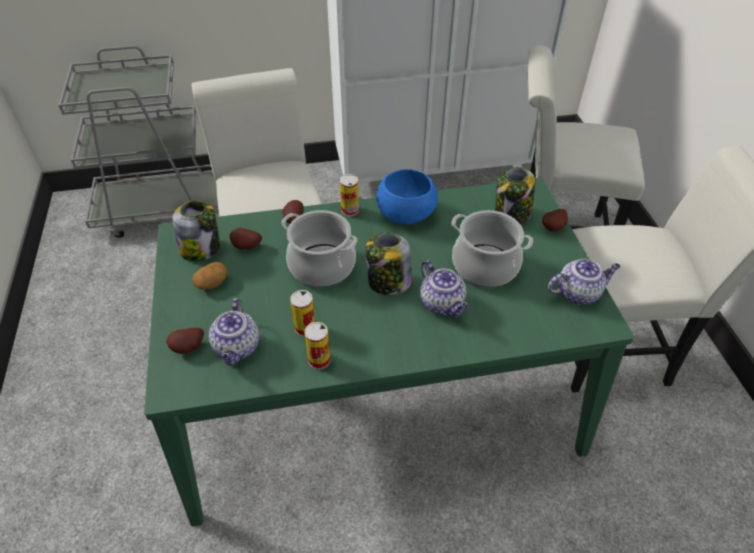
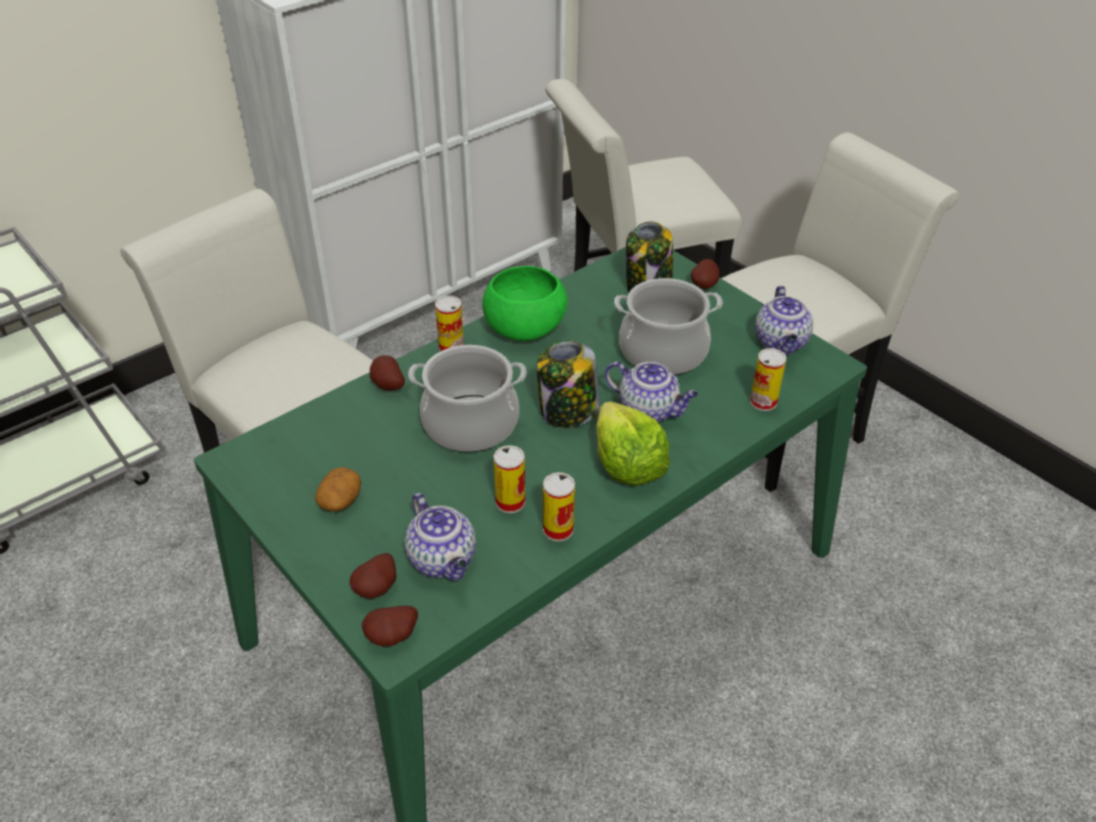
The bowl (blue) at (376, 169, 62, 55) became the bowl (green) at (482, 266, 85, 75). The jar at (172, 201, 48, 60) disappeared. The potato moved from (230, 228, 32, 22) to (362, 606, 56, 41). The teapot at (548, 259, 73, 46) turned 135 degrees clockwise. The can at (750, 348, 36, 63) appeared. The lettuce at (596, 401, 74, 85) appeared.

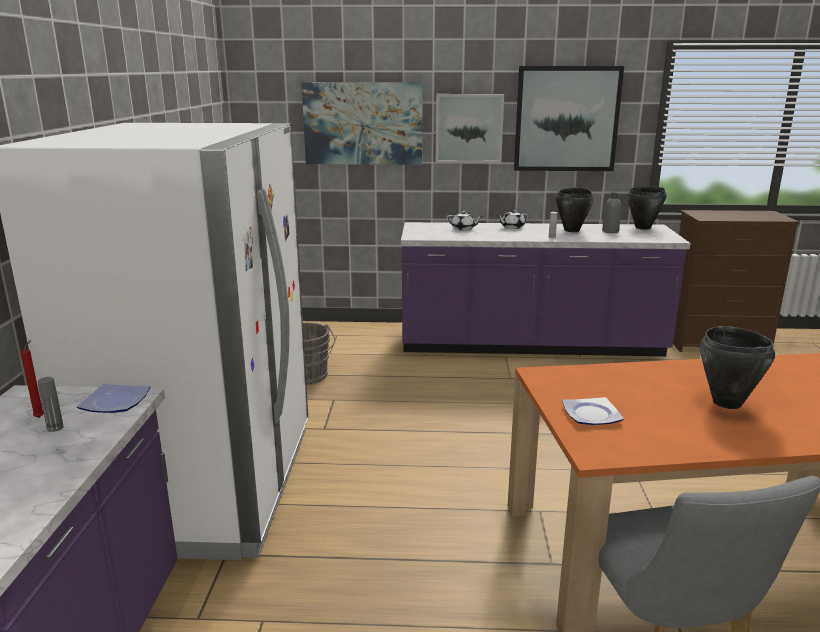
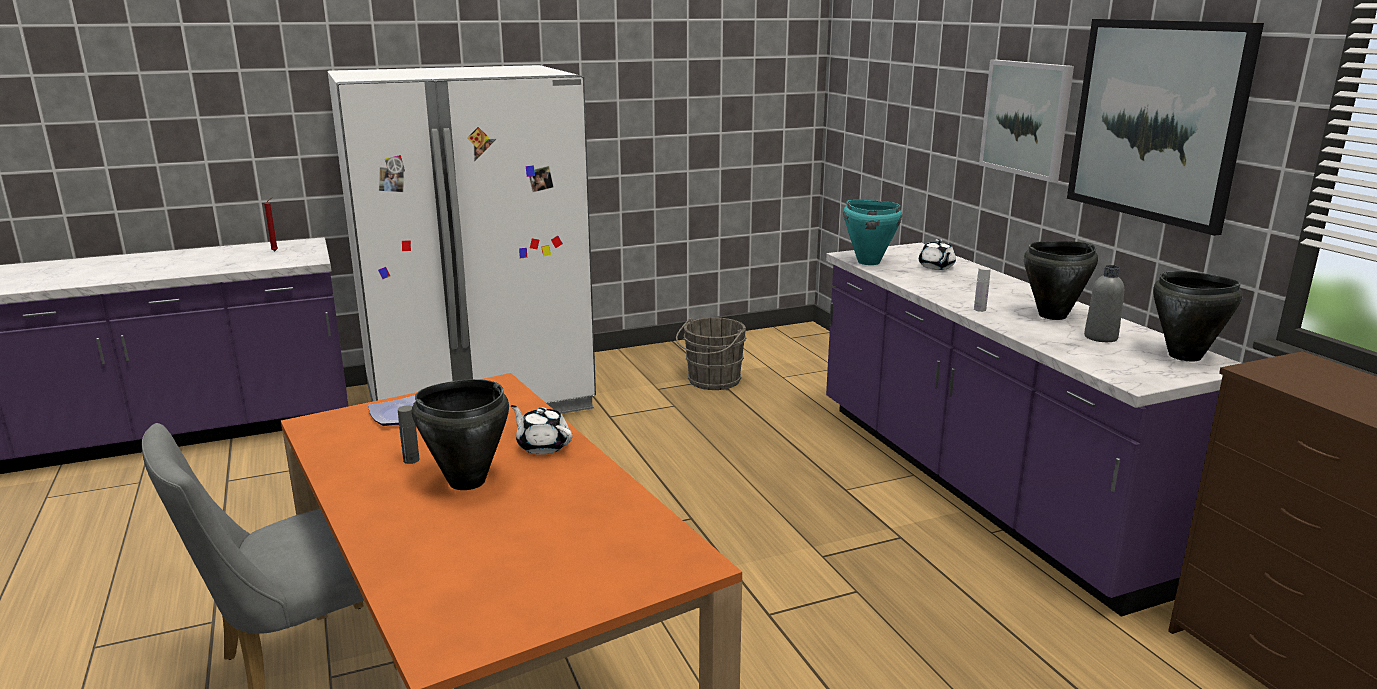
The picture at (302, 82, 121, 83) disappeared. The teapot (white) moved from (497, 209, 31, 20) to (511, 405, 61, 50). The bottle (grey) moved from (37, 377, 27, 55) to (398, 406, 21, 58). The plate at (77, 384, 74, 29) disappeared. The cooking pot (turquoise) at (843, 200, 59, 65) appeared.

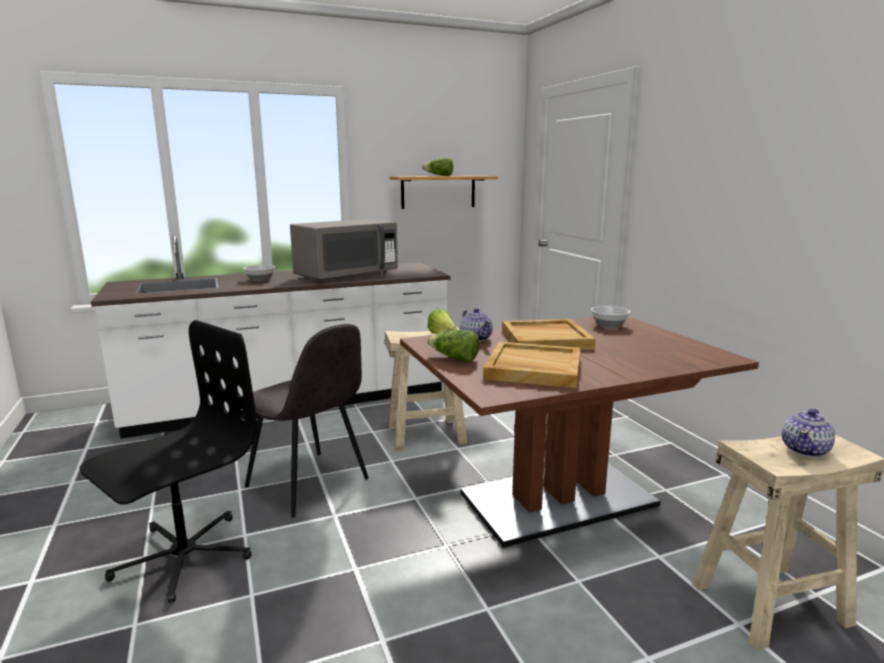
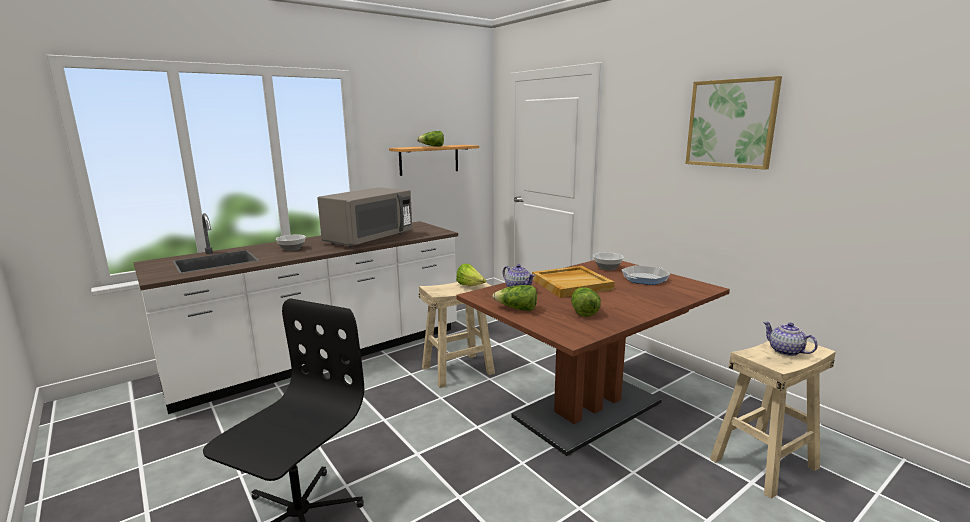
The chair (grey) at (245, 324, 124, 194) disappeared. The tray (beige) at (483, 342, 98, 46) was replaced by the lettuce at (571, 287, 30, 30). The teapot at (782, 409, 53, 48) turned 120 degrees clockwise. The picture at (686, 76, 96, 94) appeared. The frying pan at (622, 265, 48, 20) appeared.

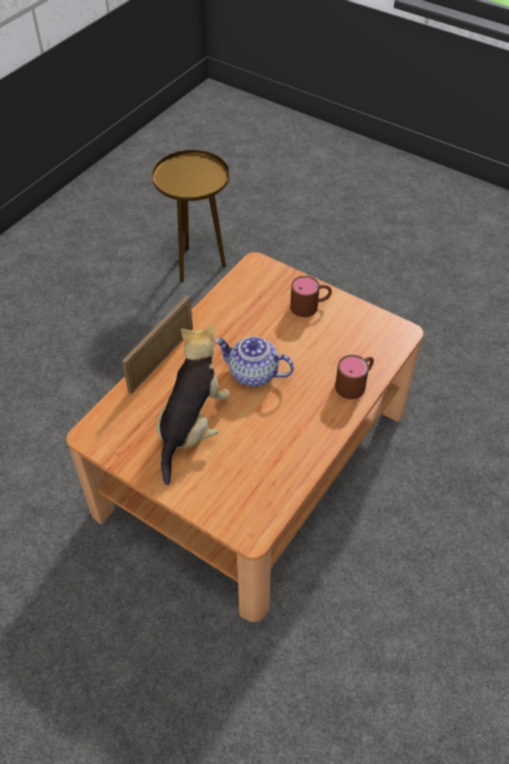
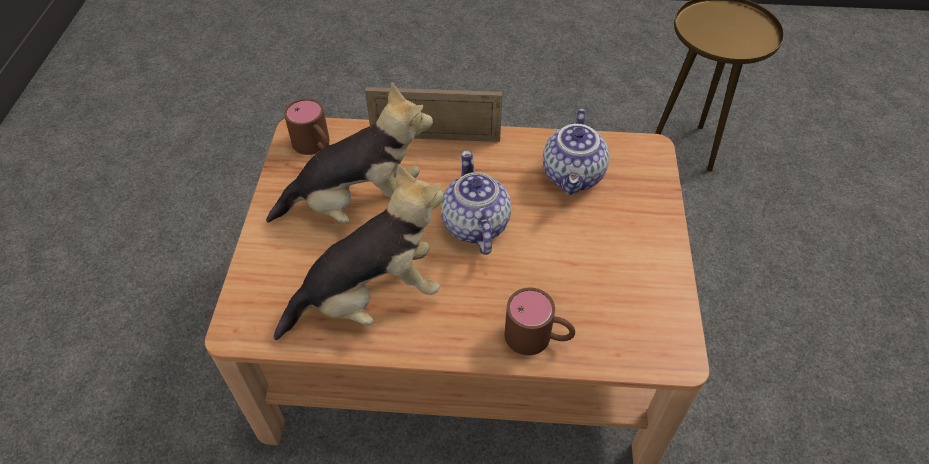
The mug (brown) moved from (290, 276, 42, 41) to (284, 98, 45, 57). The teapot at (543, 109, 66, 86) appeared. The plush toy at (274, 164, 170, 176) appeared.

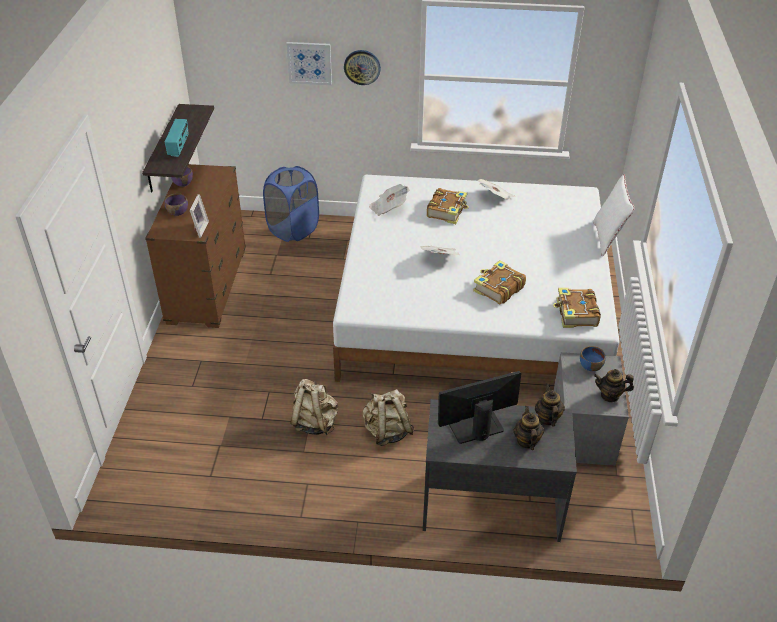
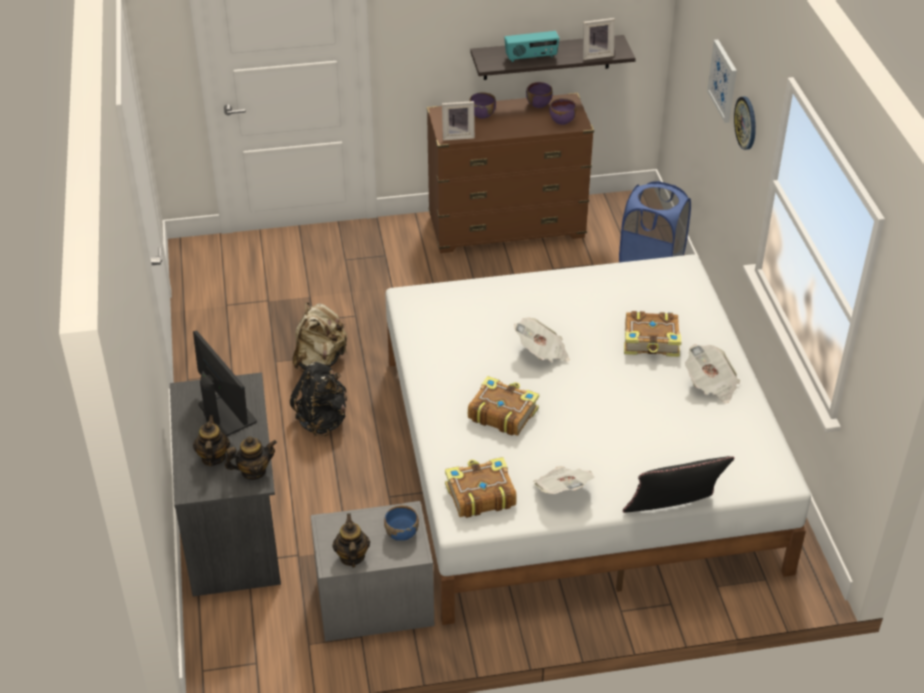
The pillow (white) at (593, 174, 42, 82) became the pillow (black) at (623, 456, 111, 57). The newspaper moved from (369, 184, 40, 32) to (533, 466, 62, 28). The backpack (beige) at (362, 389, 53, 57) became the backpack (black) at (290, 362, 57, 74). The teapot at (513, 406, 31, 44) turned 75 degrees counterclockwise. The picture frame at (583, 18, 32, 42) appeared. The bowl (purple) at (549, 98, 28, 27) appeared.

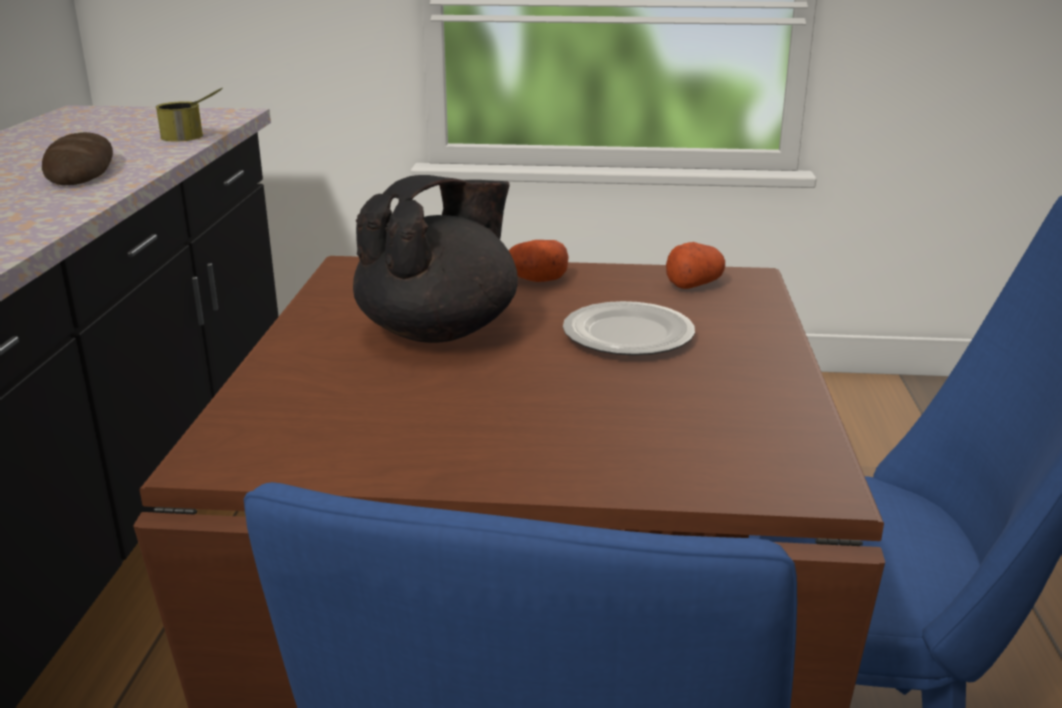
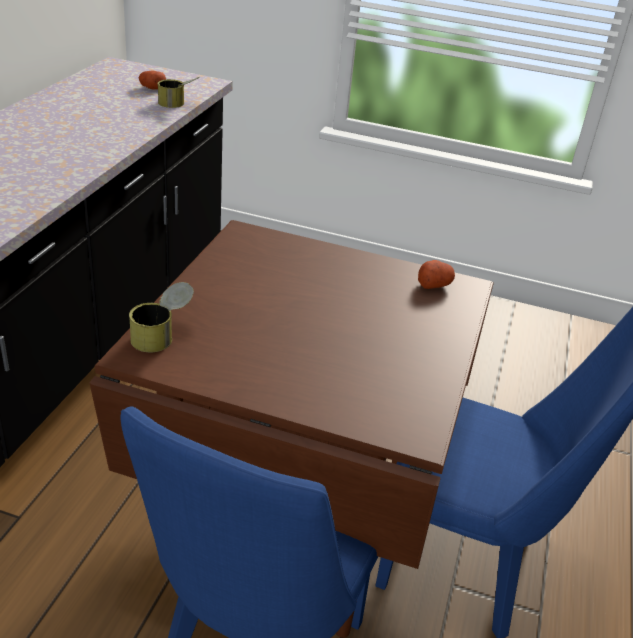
The bread at (42, 132, 71, 53) disappeared. The teapot (black) at (353, 175, 165, 168) disappeared. The potato moved from (509, 240, 60, 42) to (139, 71, 27, 19). The plate at (563, 301, 132, 54) disappeared. The can at (129, 282, 65, 70) appeared.

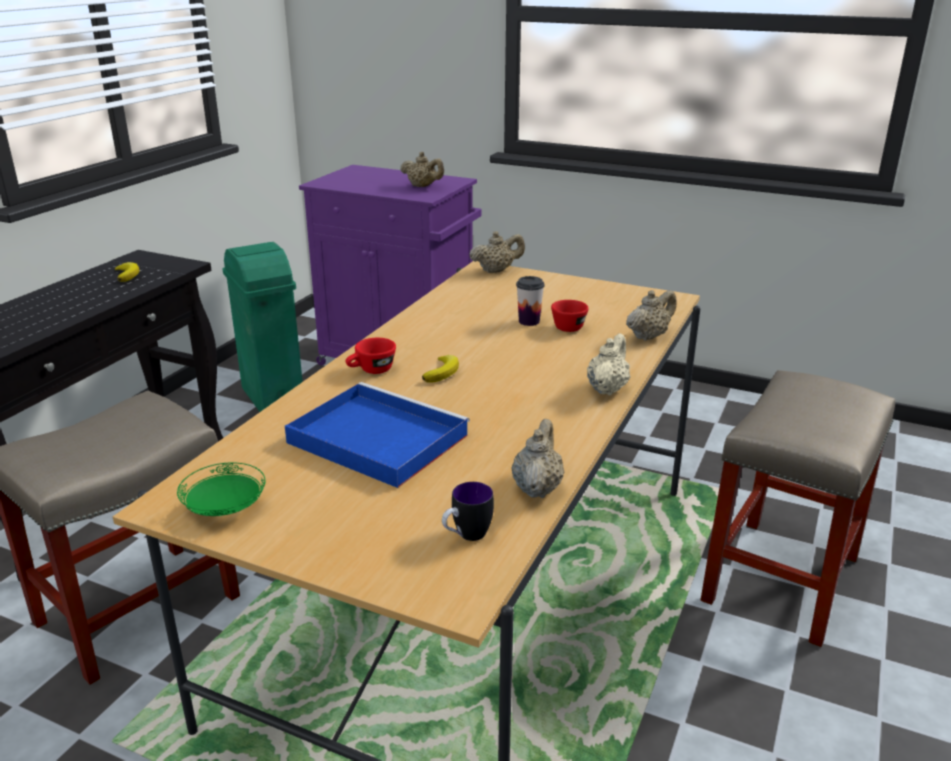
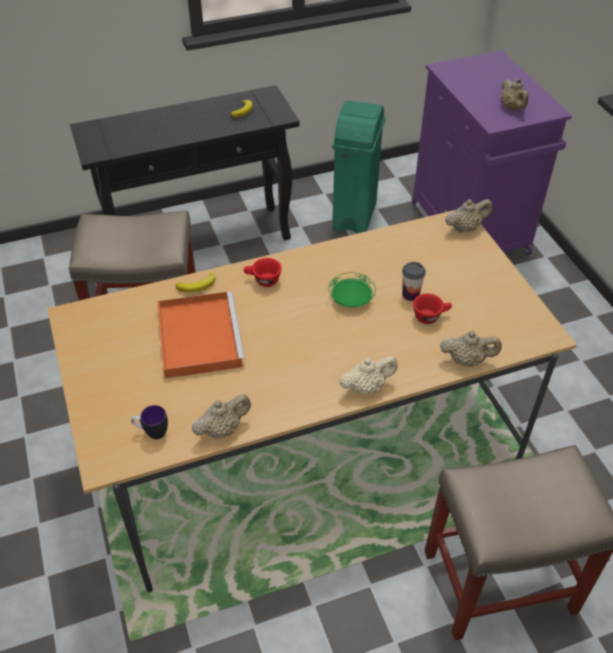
The teapot (beige) at (469, 231, 56, 42) turned 45 degrees counterclockwise. The banana moved from (422, 355, 37, 28) to (176, 273, 40, 20). The tray (blue) at (285, 382, 185, 106) became the tray (orange) at (157, 291, 88, 88). The plate (green) moved from (177, 462, 89, 54) to (329, 272, 47, 35).

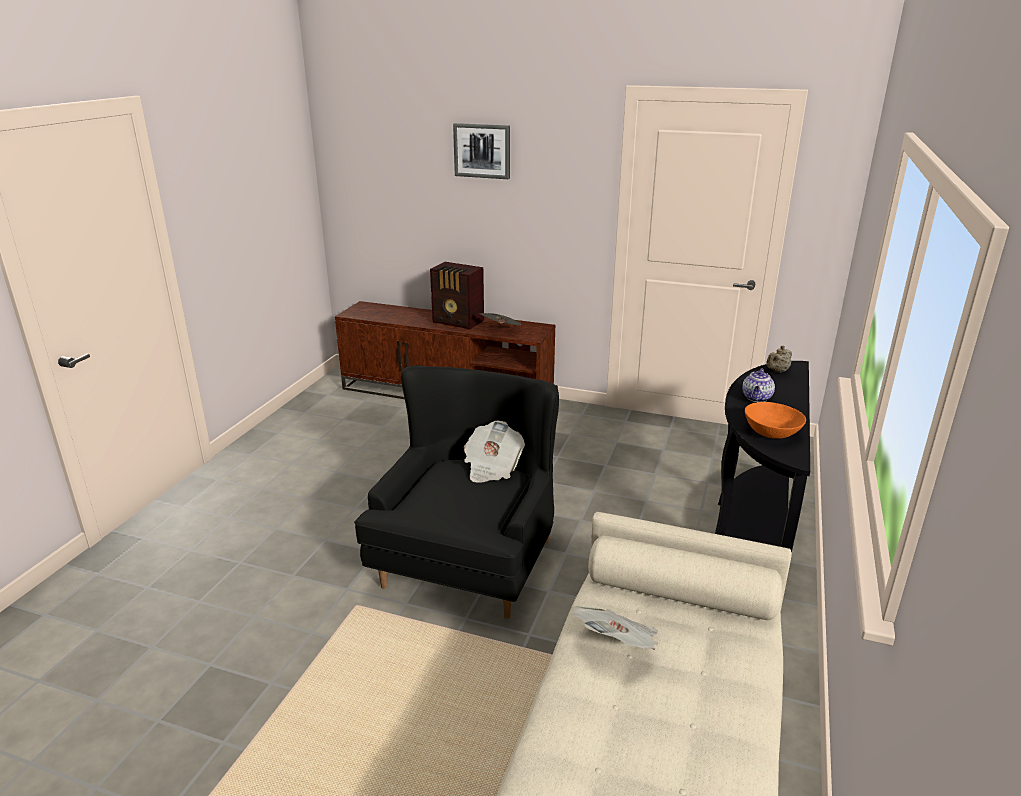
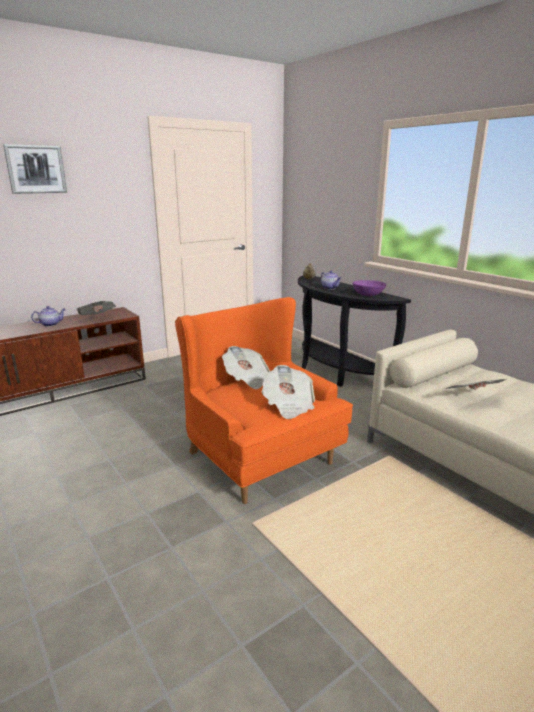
The radio at (430, 262, 54, 68) was replaced by the teapot at (31, 306, 34, 20). The armchair (black) at (354, 365, 205, 254) became the armchair (orange) at (175, 297, 178, 207). The bowl (orange) at (745, 402, 61, 37) became the bowl (purple) at (353, 280, 33, 16). The newspaper at (262, 365, 53, 54) appeared.

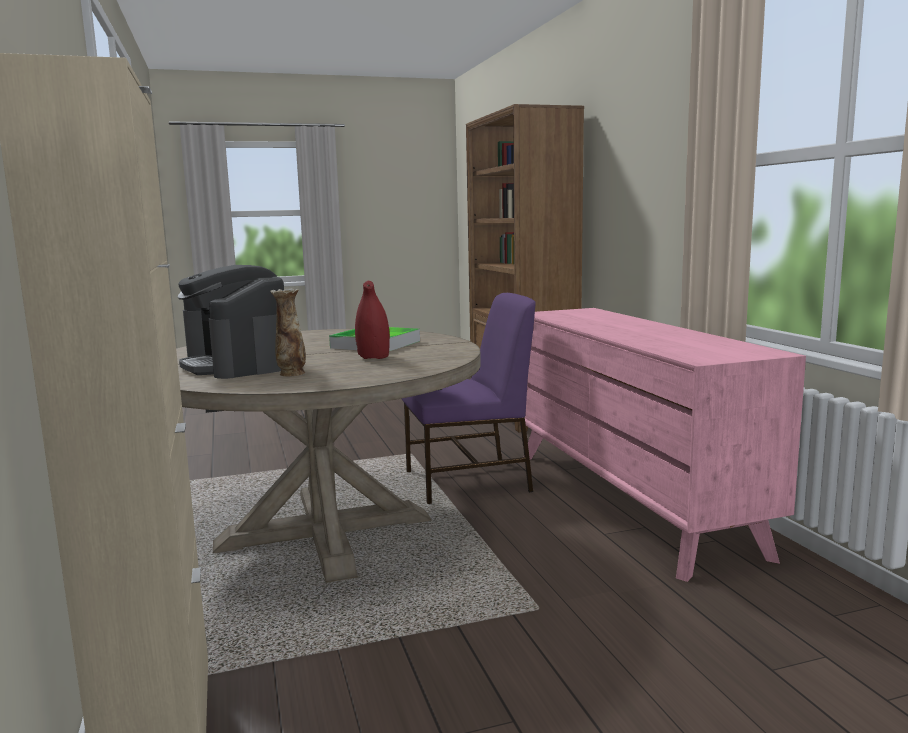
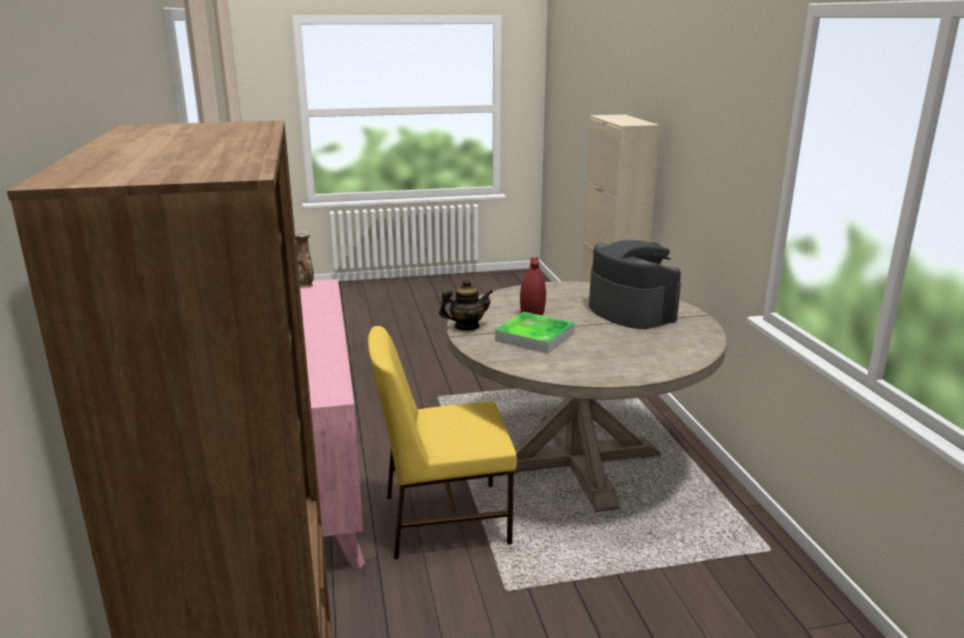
The vase moved from (270, 288, 36, 89) to (295, 232, 19, 56). The chair (purple) at (402, 293, 134, 211) became the chair (yellow) at (368, 326, 149, 233). The teapot at (439, 279, 54, 52) appeared.

